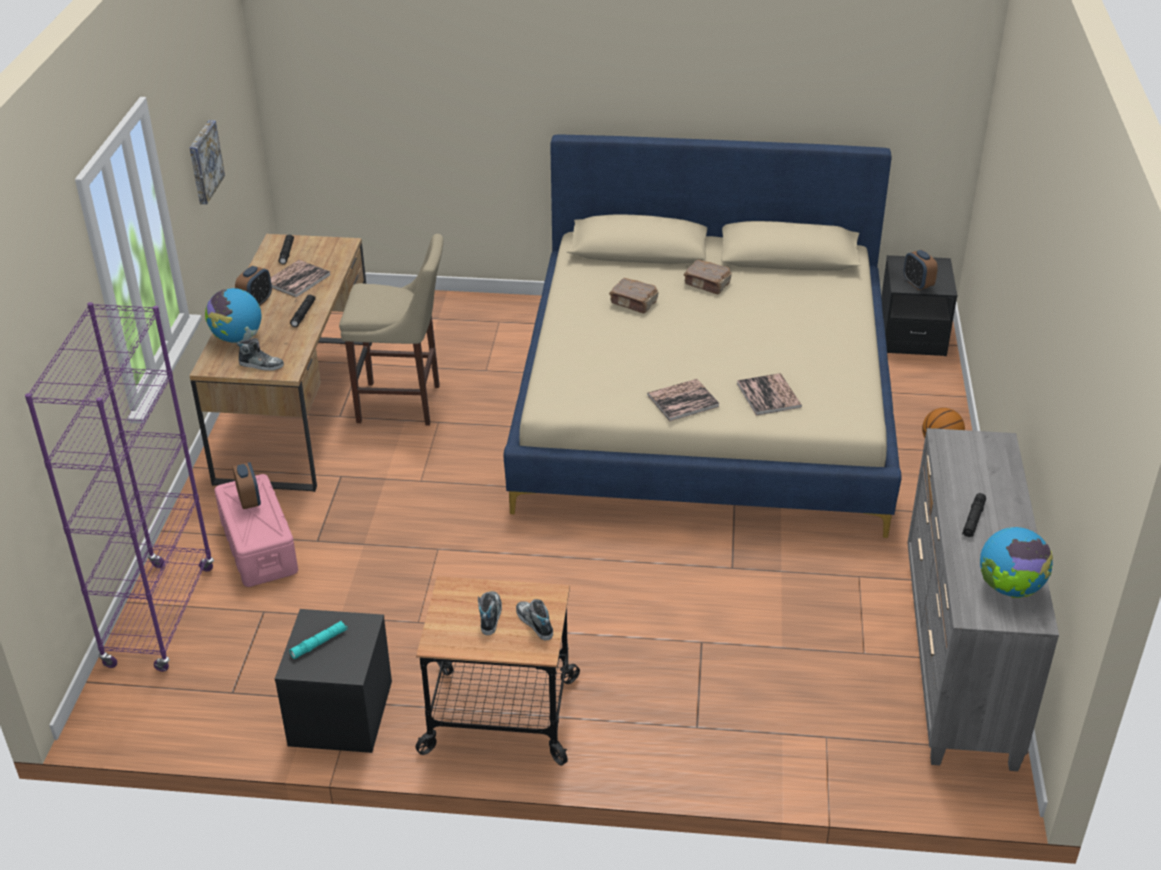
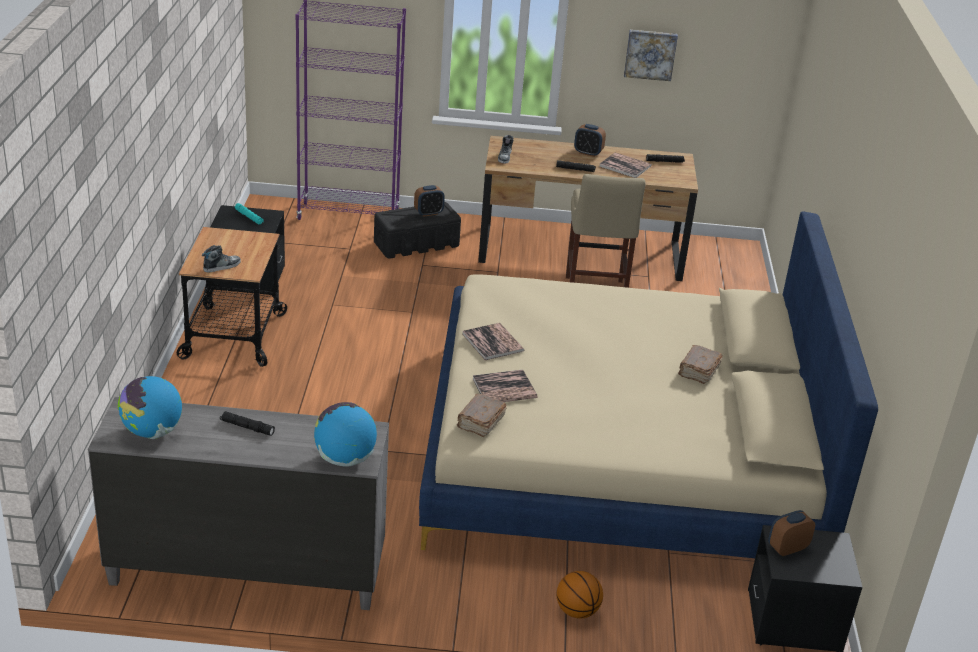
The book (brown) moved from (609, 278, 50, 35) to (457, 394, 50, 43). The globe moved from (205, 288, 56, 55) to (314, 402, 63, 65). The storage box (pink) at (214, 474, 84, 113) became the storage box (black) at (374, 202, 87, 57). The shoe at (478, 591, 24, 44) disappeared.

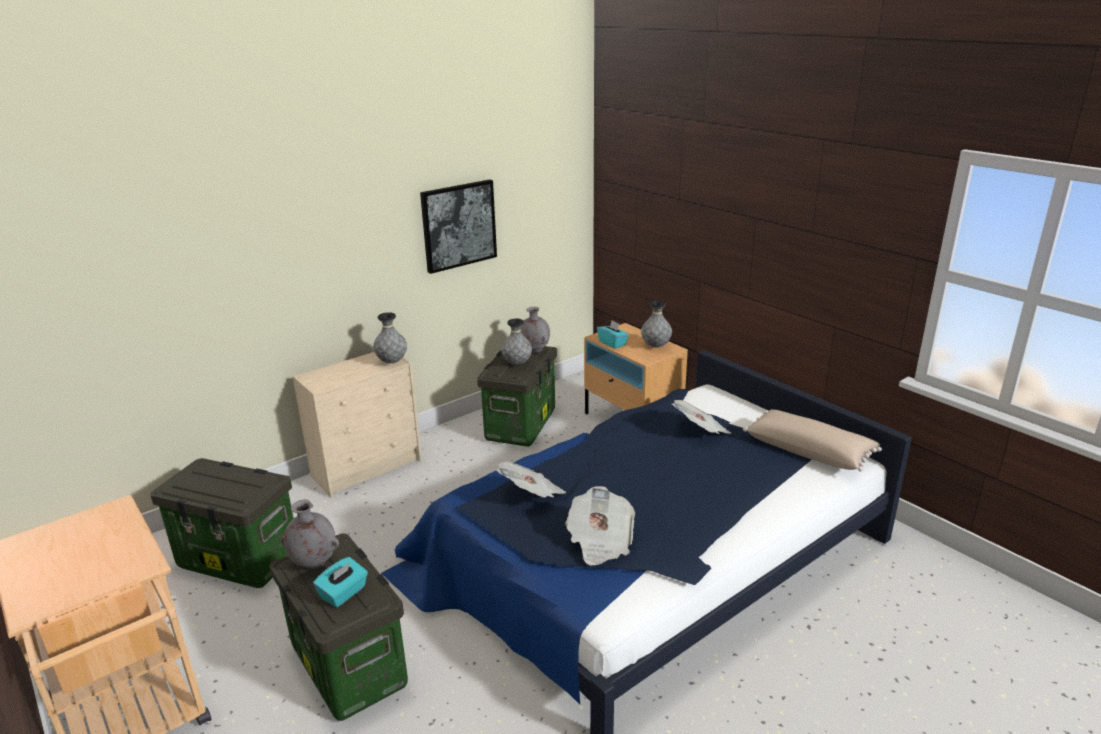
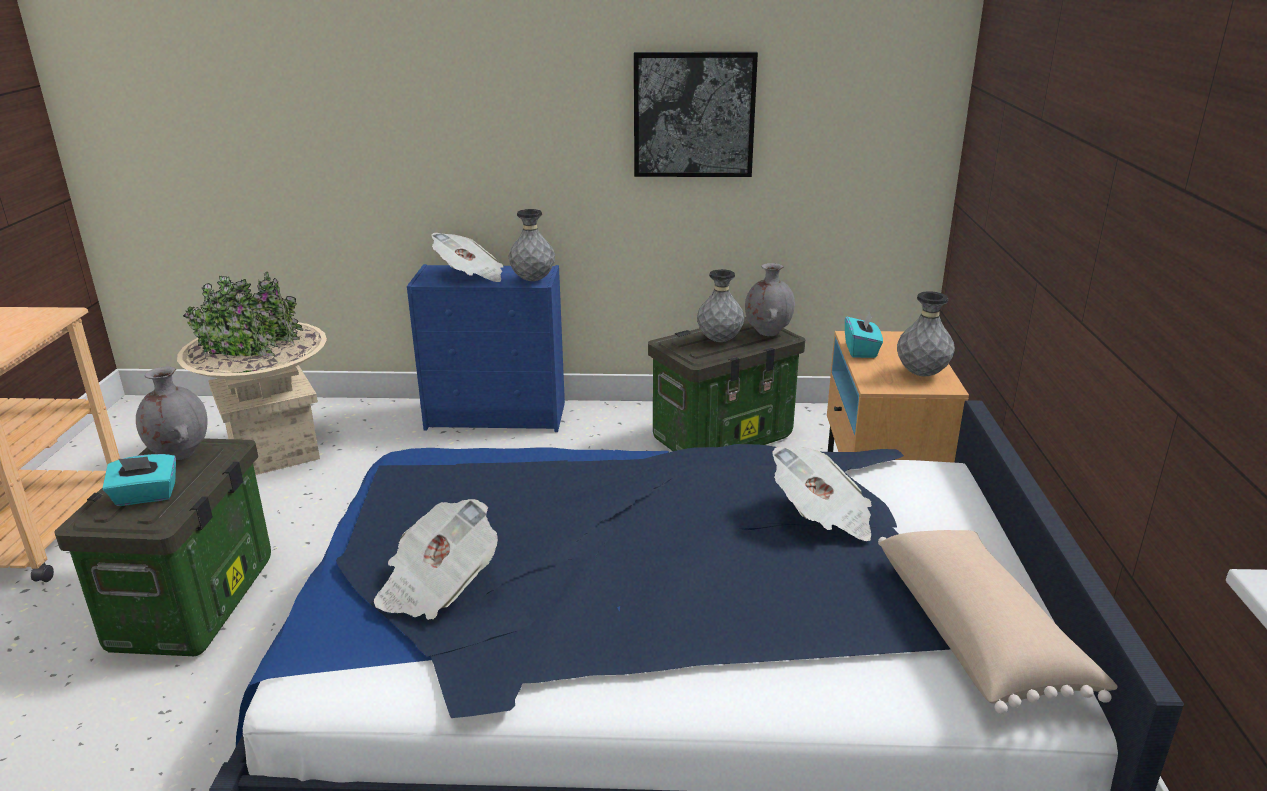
The dresser (beige) at (292, 352, 130, 146) became the dresser (blue) at (407, 264, 158, 168). The storage box at (150, 458, 144, 130) was replaced by the planter (beige) at (177, 272, 150, 203). The newspaper moved from (496, 461, 70, 37) to (431, 233, 72, 49).

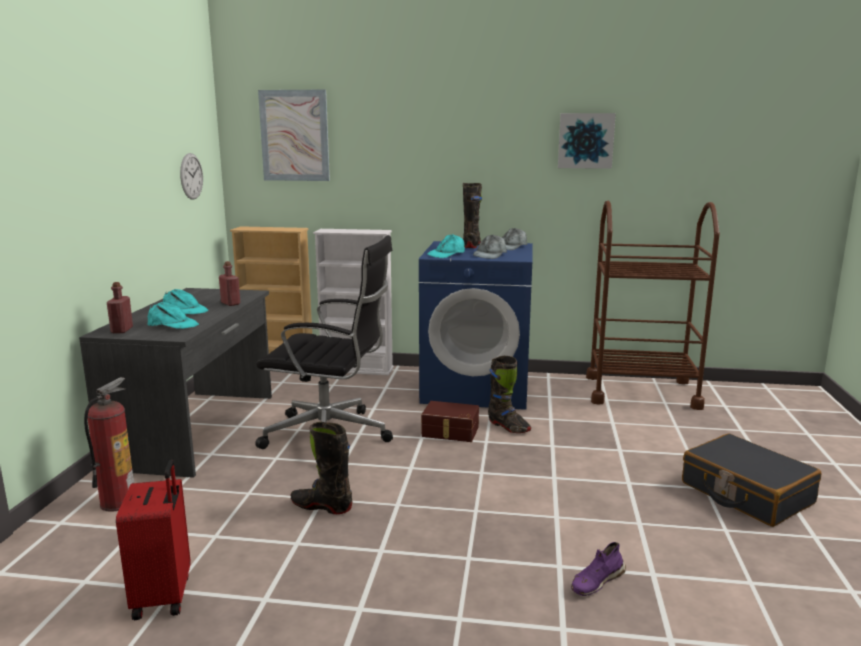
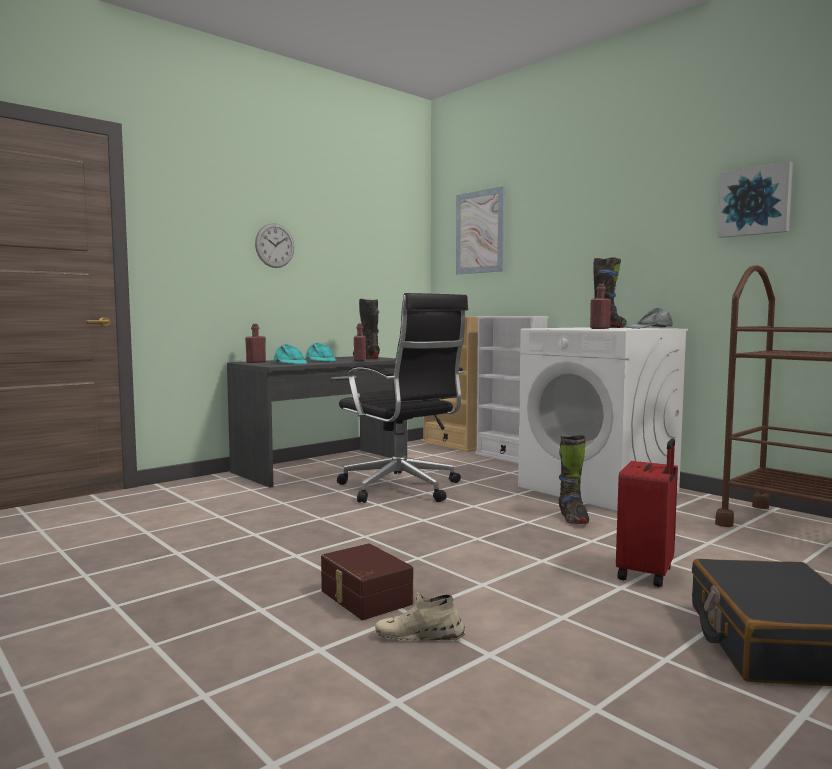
The wall clock moved from (180, 153, 23, 47) to (255, 223, 39, 45). The cap (turquoise) at (427, 234, 38, 24) disappeared. The cap (grey) at (473, 235, 34, 24) was replaced by the bottle (red) at (590, 284, 21, 45). The washing machine (blue) at (419, 241, 114, 169) became the washing machine (white) at (518, 327, 170, 184). The fire extinguisher at (84, 377, 50, 135) disappeared. The storage box (brown) moved from (421, 401, 58, 41) to (321, 543, 92, 77). The boot (black) moved from (291, 422, 62, 92) to (353, 299, 27, 60). The suitcase (red) moved from (116, 459, 75, 161) to (616, 438, 62, 149). The shoe (purple) at (571, 542, 55, 54) became the shoe (beige) at (375, 592, 91, 49).

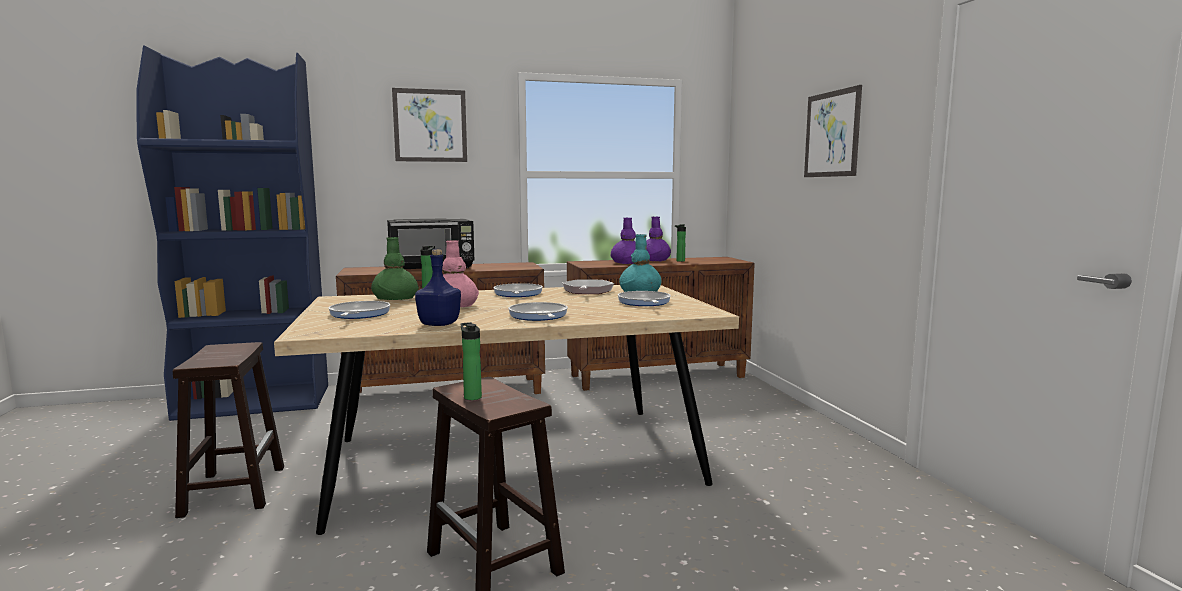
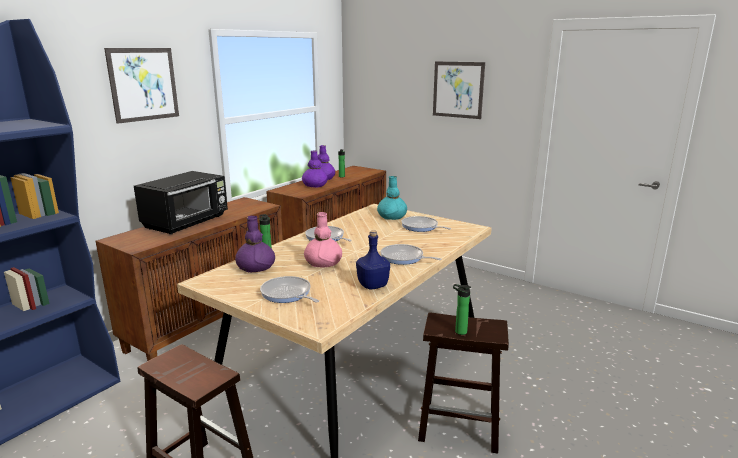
The vase (green) at (371, 237, 48, 63) became the vase (purple) at (235, 216, 40, 56). The frying pan at (562, 279, 52, 15) disappeared.

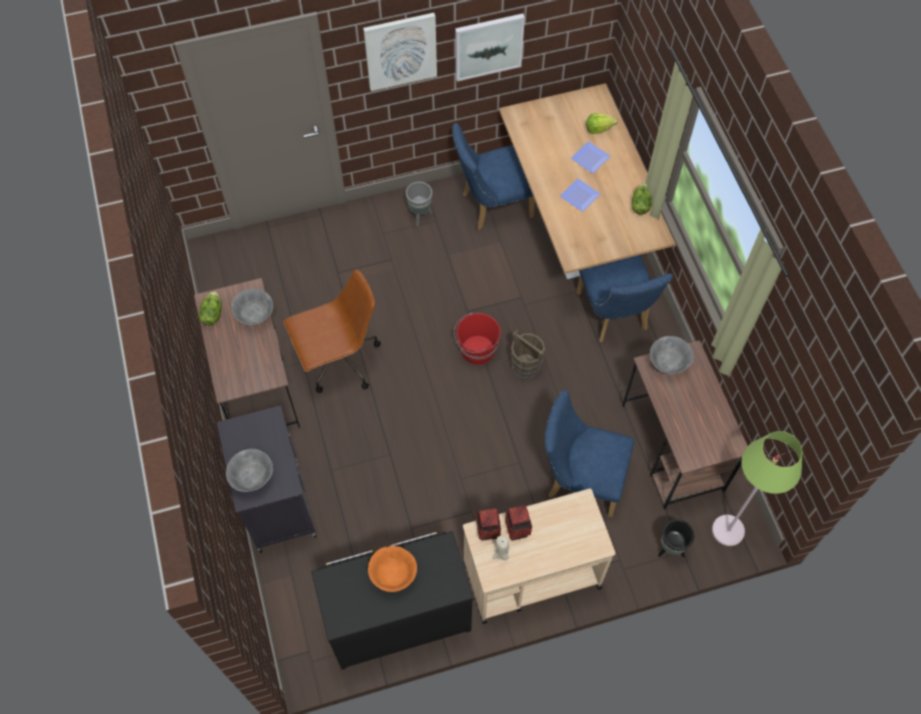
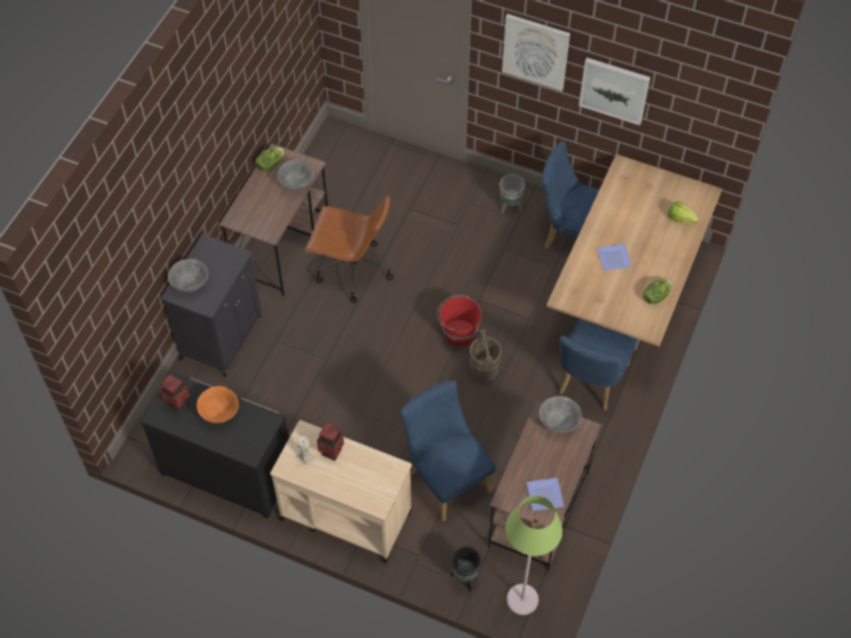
The plate moved from (571, 141, 40, 32) to (526, 478, 38, 33). The vase moved from (476, 508, 25, 32) to (160, 374, 30, 38).

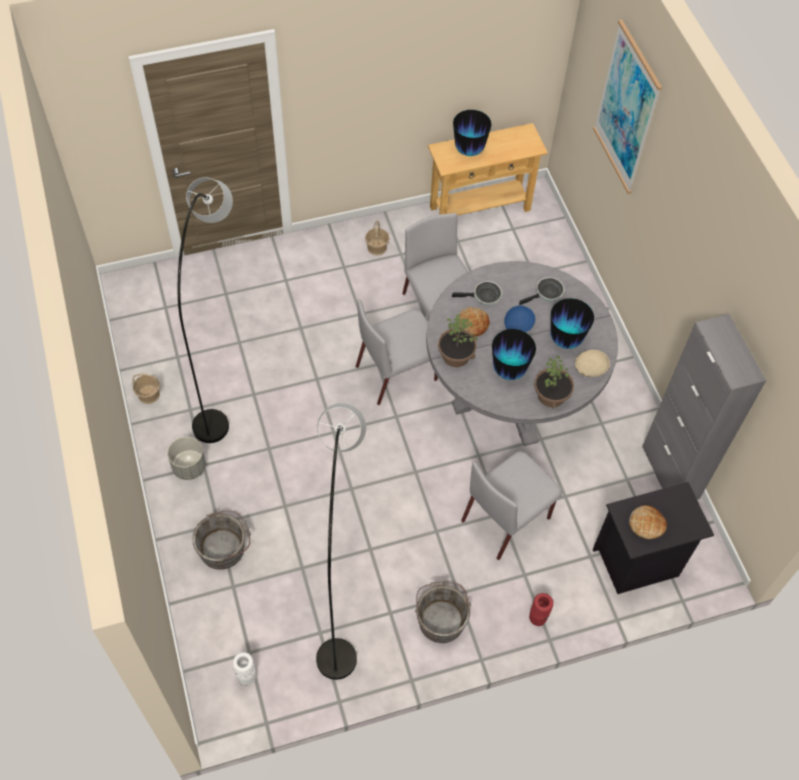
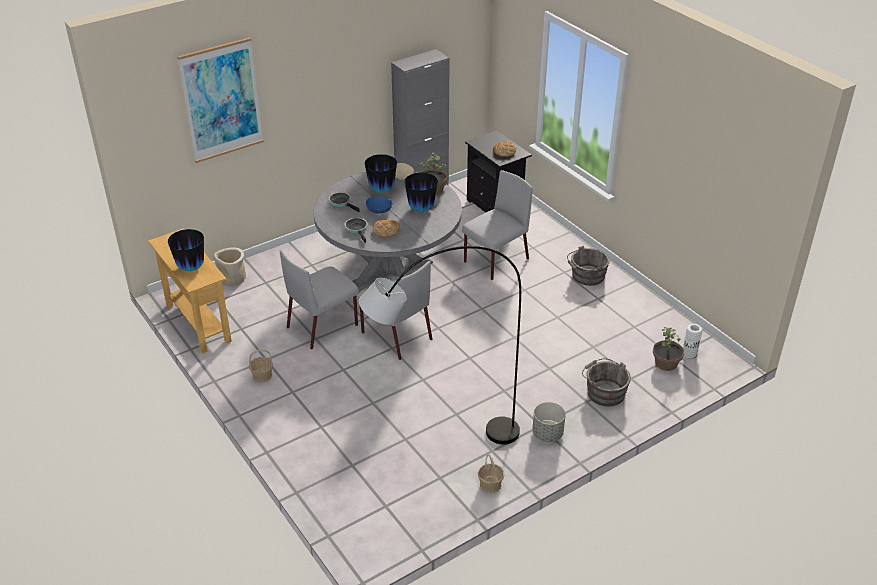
The potted plant moved from (438, 315, 40, 52) to (653, 327, 31, 44). The floor lamp (grey) at (316, 403, 50, 277) disappeared. The chair (grey) at (461, 451, 101, 109) turned 75 degrees counterclockwise. The vase (red) at (529, 593, 24, 33) disappeared. The planter (beige) at (213, 247, 33, 39) appeared.

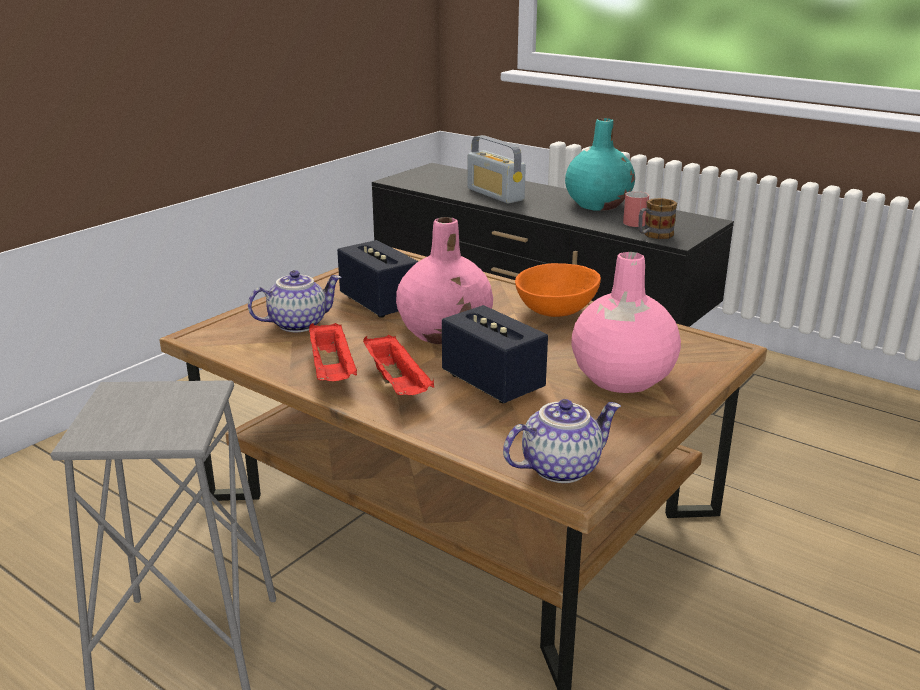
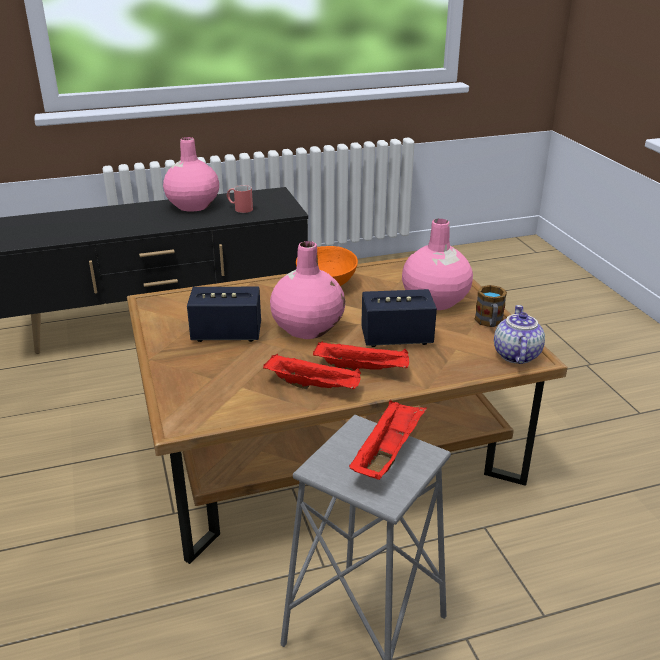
The vase (turquoise) at (565, 118, 70, 93) became the vase (pink) at (163, 137, 56, 75). The radio at (467, 135, 59, 68) disappeared. The mug moved from (638, 198, 39, 41) to (474, 285, 33, 42). The teapot at (248, 270, 94, 62) disappeared. The tray (red) at (349, 400, 78, 80) appeared.

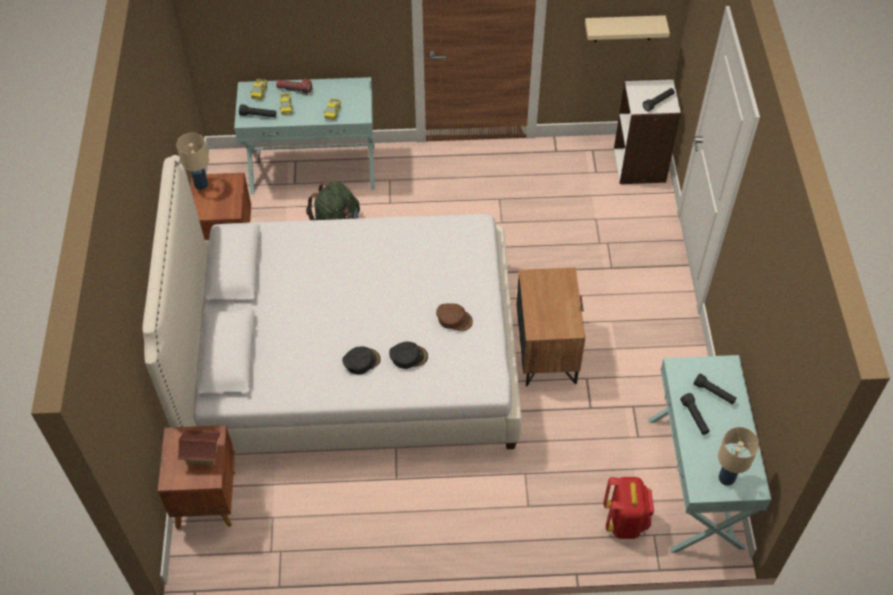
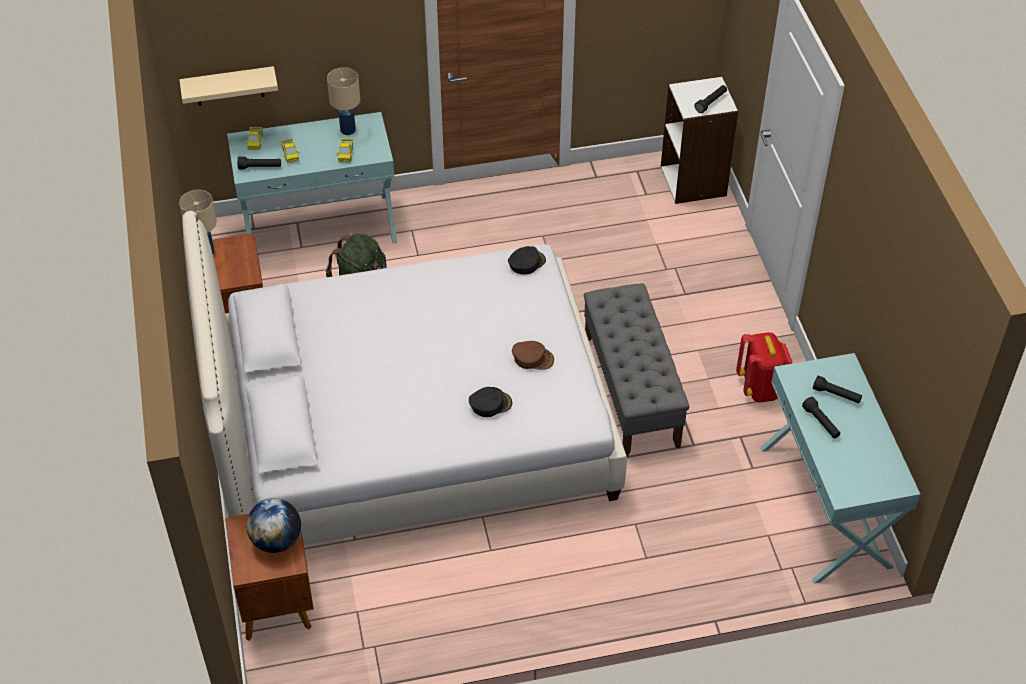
The shelf (beige) moved from (585, 15, 85, 27) to (179, 66, 99, 40). The flashlight at (276, 79, 36, 16) disappeared. The nightstand (brown) at (516, 268, 69, 118) was replaced by the bench (grey) at (584, 283, 105, 174). The cap (black) moved from (342, 346, 39, 28) to (508, 246, 38, 29). The table lamp (beige) moved from (718, 427, 41, 59) to (327, 67, 33, 68). The toy house at (178, 430, 43, 35) was replaced by the globe at (246, 498, 55, 55). The backpack (red) moved from (603, 477, 51, 62) to (736, 332, 56, 71).

